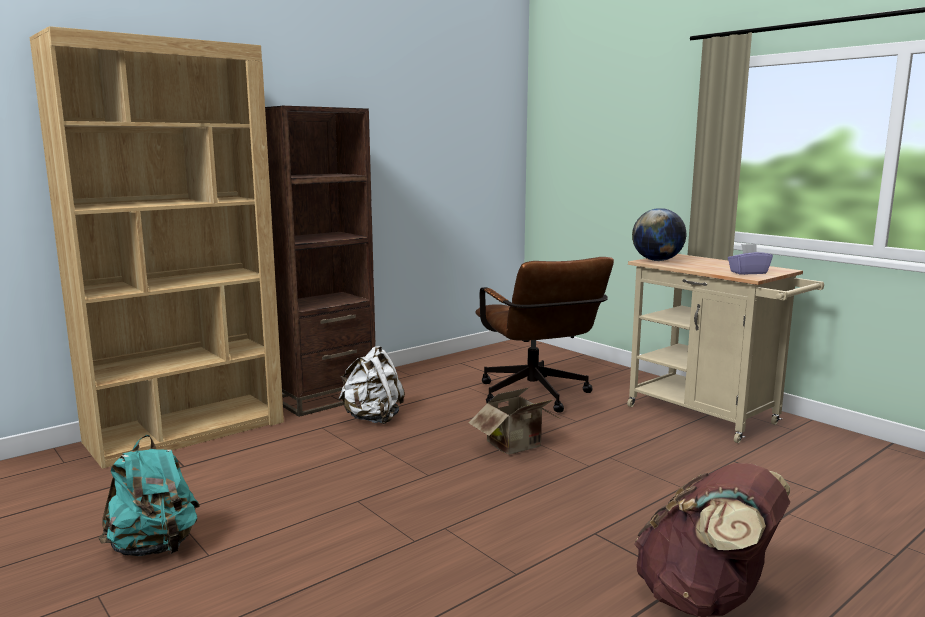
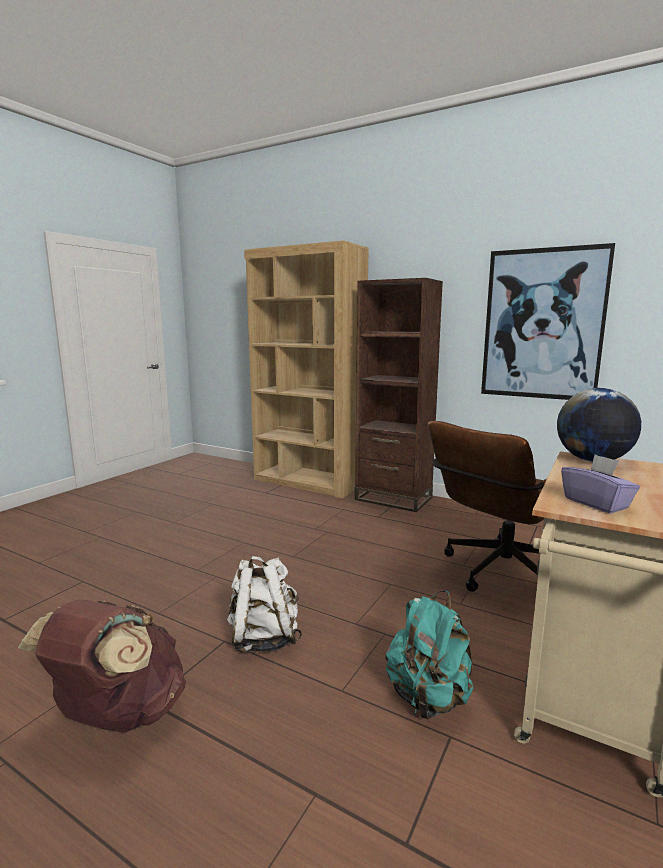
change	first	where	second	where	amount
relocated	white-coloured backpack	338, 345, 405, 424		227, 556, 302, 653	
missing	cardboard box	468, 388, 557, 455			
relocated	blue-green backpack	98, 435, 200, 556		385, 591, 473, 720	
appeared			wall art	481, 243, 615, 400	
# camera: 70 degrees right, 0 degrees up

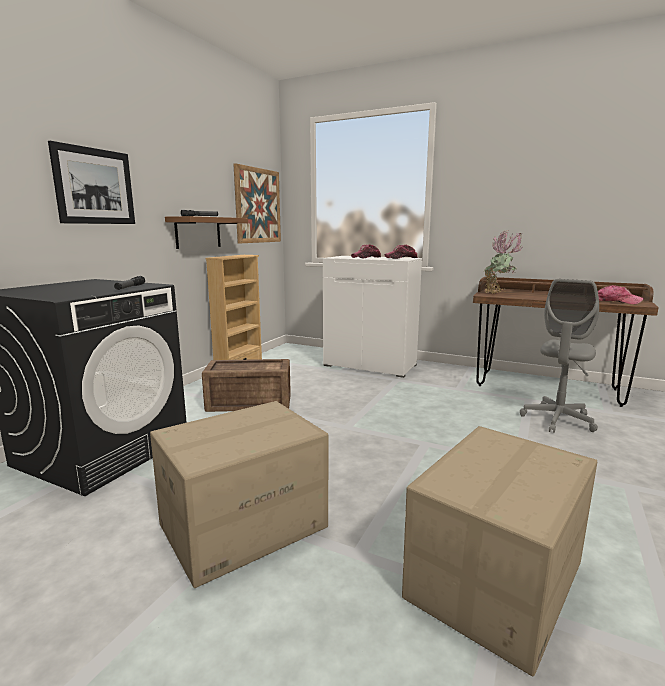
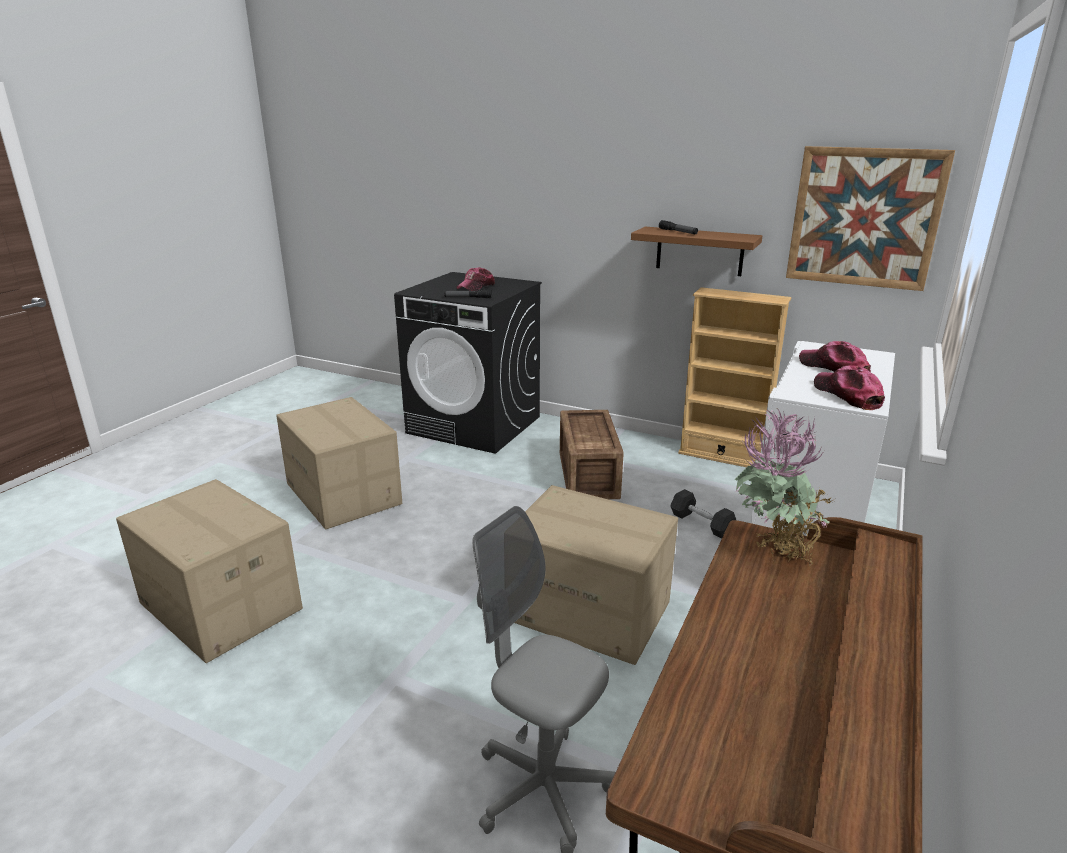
change	first	where	second	where	amount
missing	wall art	48, 141, 135, 224			
relocated	baseball cap	598, 285, 644, 304		456, 267, 495, 291	
appeared			cardboard box	515, 485, 678, 665	
appeared			black-coloured free weight	670, 489, 736, 539	
# camera: 90 degrees right, 10 degrees up

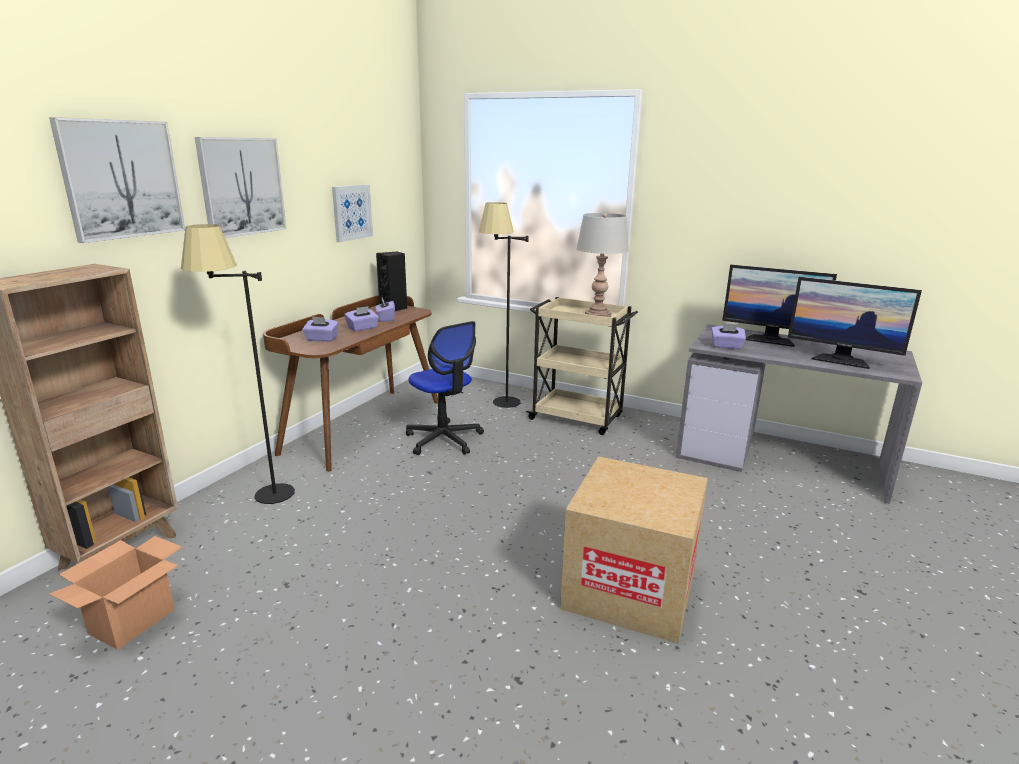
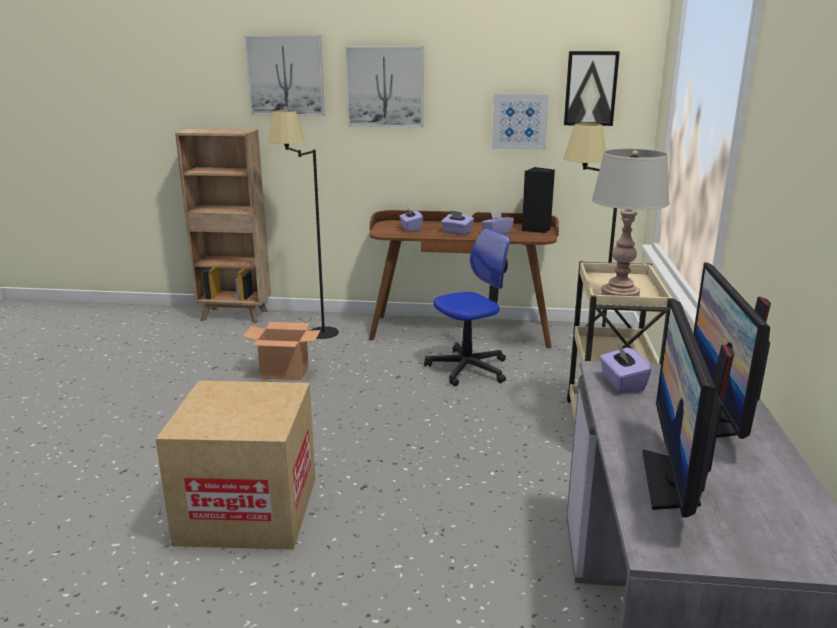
change	first	where	second	where	amount
spun	computer chair	406, 321, 484, 455		424, 229, 510, 386	150 degrees counterclockwise
relocated	cardboard box	49, 536, 182, 650		242, 322, 321, 380	
appeared			wall art	564, 51, 620, 126	
# camera: 70 degrees right, 0 degrees up

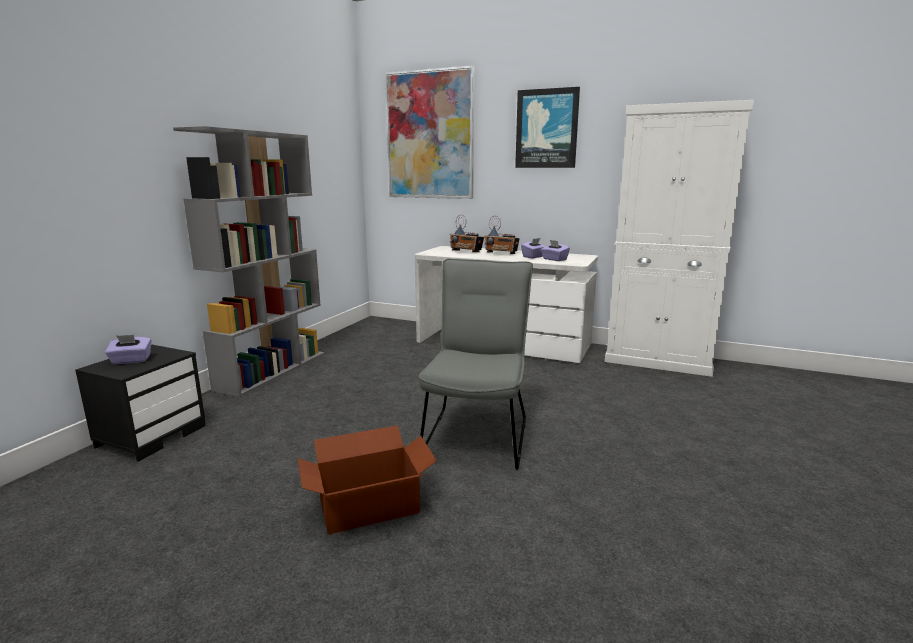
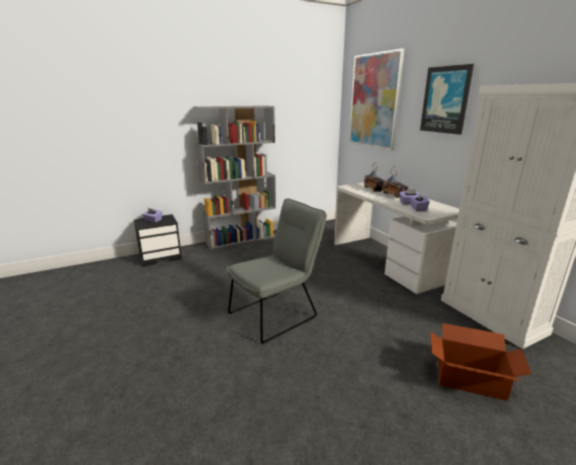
change	first	where	second	where	amount
relocated	cardboard box	297, 425, 437, 534		431, 323, 532, 401	
# camera: 40 degrees right, 5 degrees up

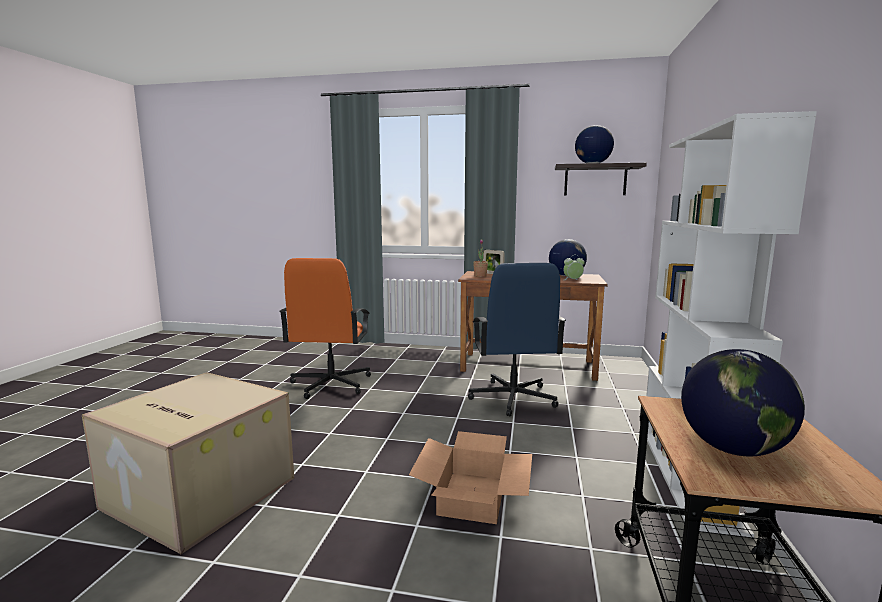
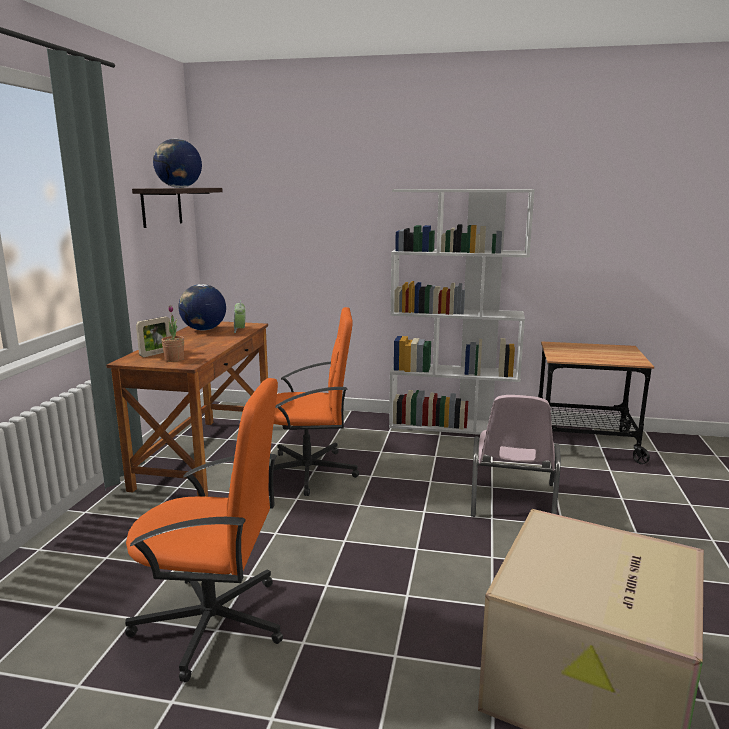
change	first	where	second	where	amount
colour	blue computer chair	468, 263, 566, 416	orange-coloured computer chair	269, 307, 359, 496	
missing	globe	681, 349, 805, 456			
exchanged	cardboard box	409, 431, 532, 524	pink chair	471, 395, 561, 517	
# camera: 90 degrees left, 5 degrees up

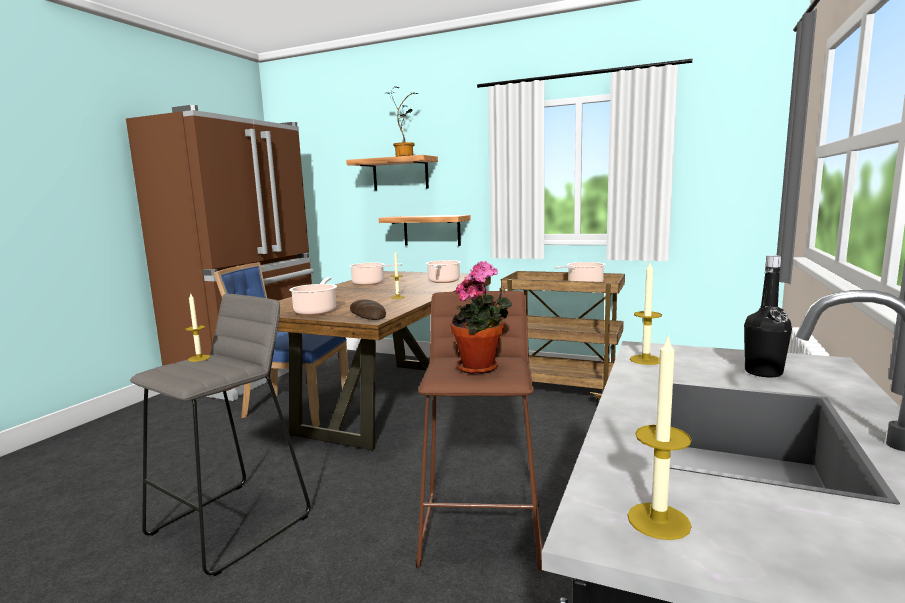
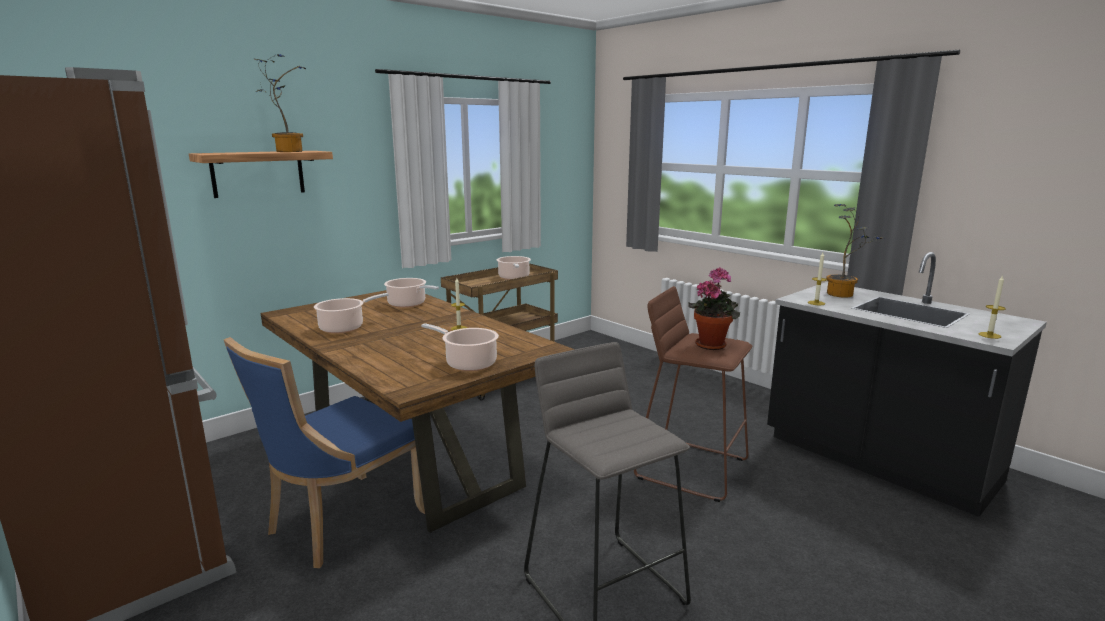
change	first	where	second	where	amount
missing	wall shelf	379, 215, 471, 246			
exchanged	black-coloured beverage bottle	744, 255, 792, 378	potted plant	826, 204, 885, 298	
missing	wax light	185, 294, 211, 362			
missing	bread	350, 299, 386, 320			
# camera: 65 degrees left, 5 degrees up

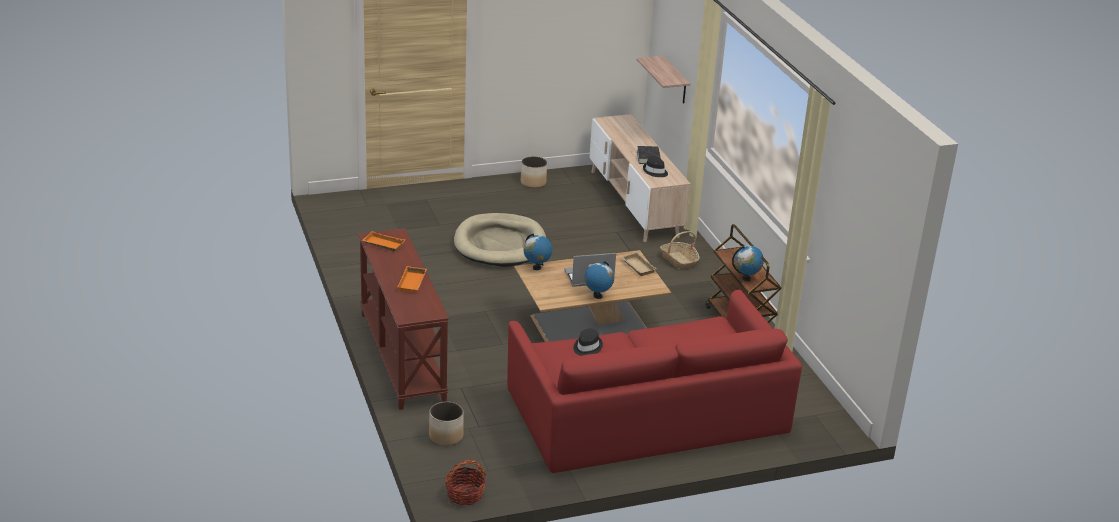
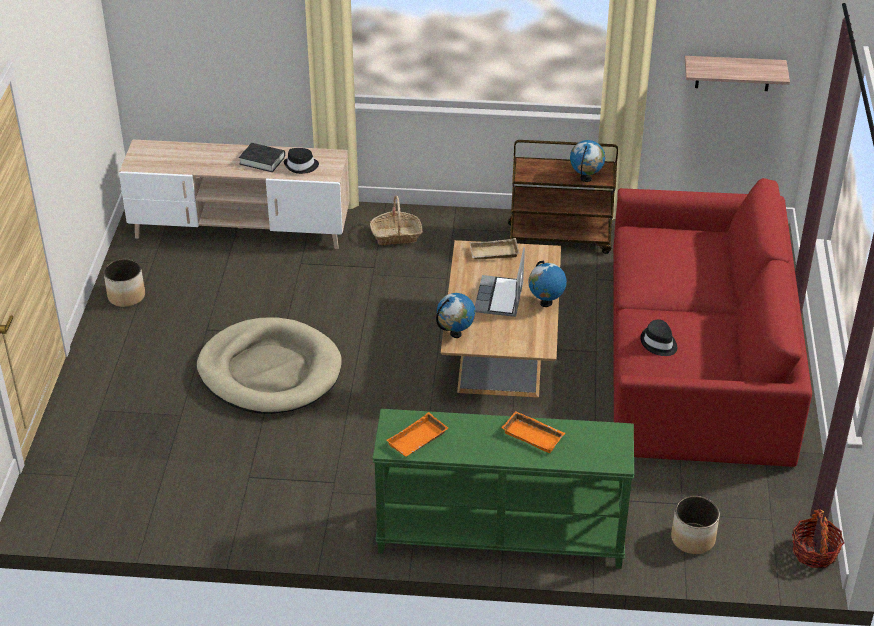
change	first	where	second	where	amount
relocated	wall shelf	637, 56, 690, 104		685, 56, 790, 91	
colour	brownish narrow table	359, 228, 449, 410	greenish narrow table	373, 409, 634, 569	
# camera: 65 degrees left, 10 degrees up

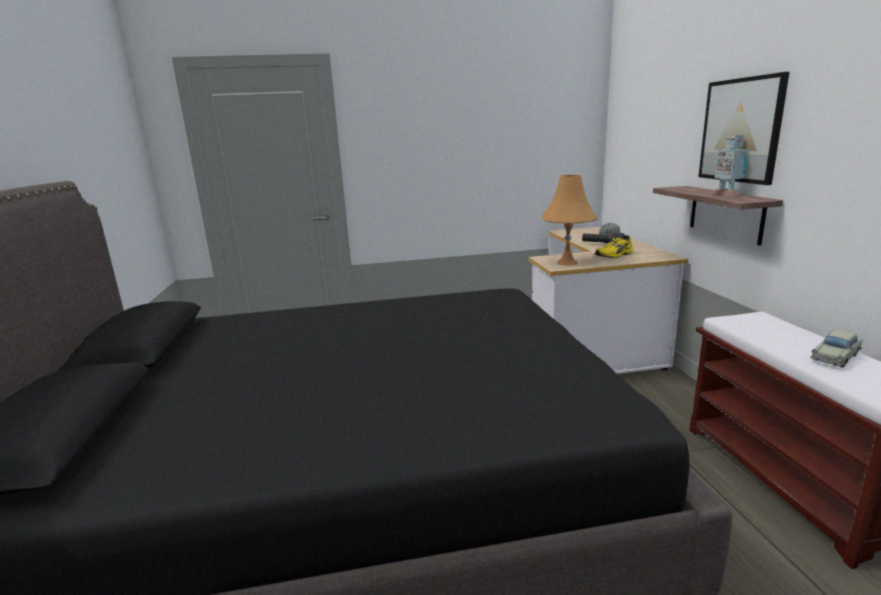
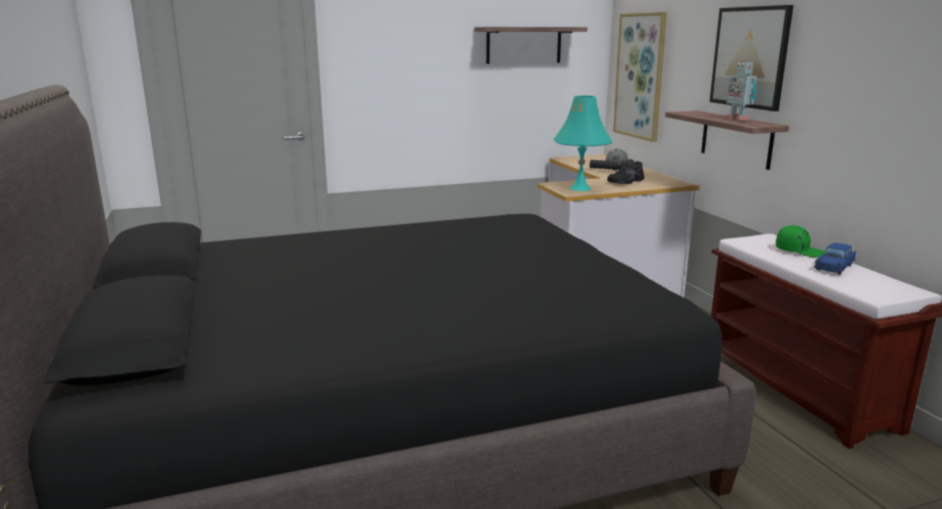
change	first	where	second	where	amount
colour	orange-coloured lamp for a table	542, 175, 598, 265	blue-green lamp for a table	554, 96, 613, 191	
colour	yellow shoe	595, 235, 633, 258	black-coloured shoe	607, 161, 645, 184	
colour	sand-coloured toy car	810, 329, 863, 368	blue toy car	814, 243, 856, 275	
appeared			wall art	613, 12, 667, 142	
appeared			wall shelf	474, 27, 587, 64	
appeared			greenish baseball cap	776, 225, 825, 257	
# camera: 10 degrees left, 0 degrees up

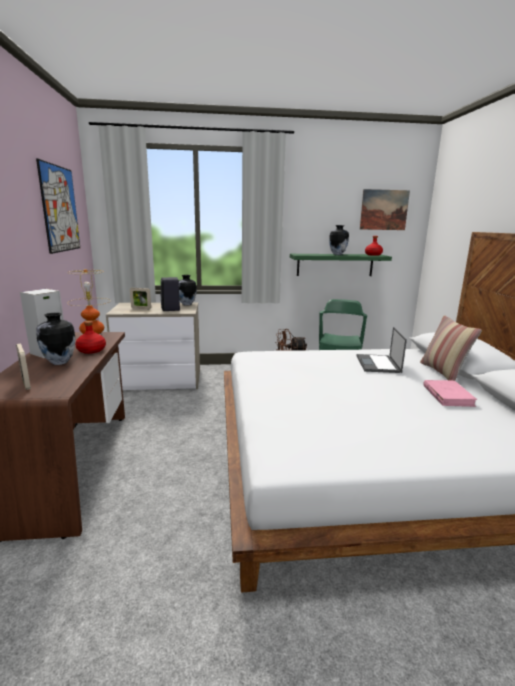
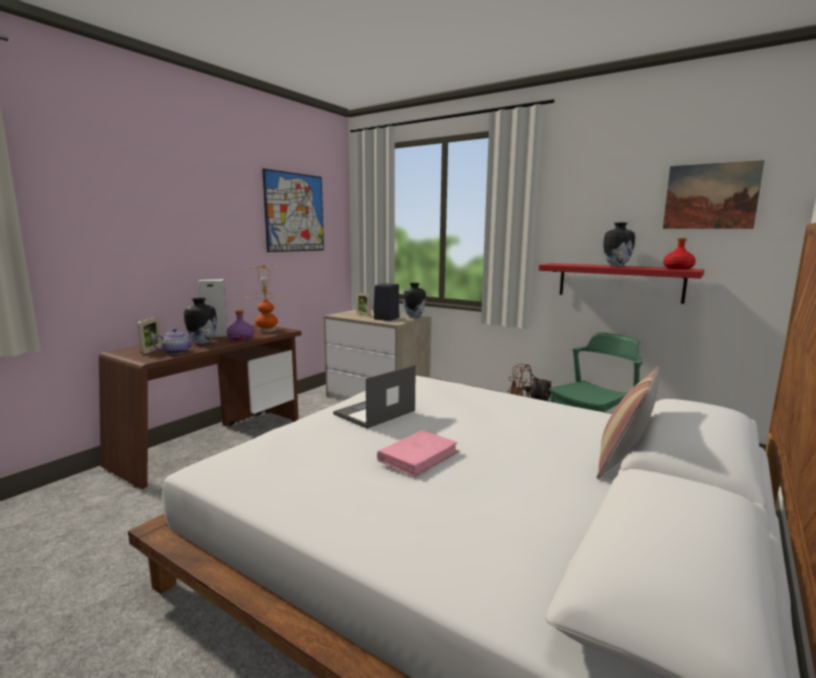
change	first	where	second	where	amount
colour	greenish wall shelf	290, 254, 392, 276	red wall shelf	539, 263, 704, 304	
colour	red beverage bottle	75, 321, 106, 354	purplish beverage bottle	227, 310, 255, 341	
relocated	laptop	357, 327, 407, 373		333, 365, 416, 429	
relocated	pink book	423, 380, 477, 407		377, 430, 459, 477	
appeared			tea pot	153, 329, 196, 354	
# camera: 40 degrees right, 5 degrees down

